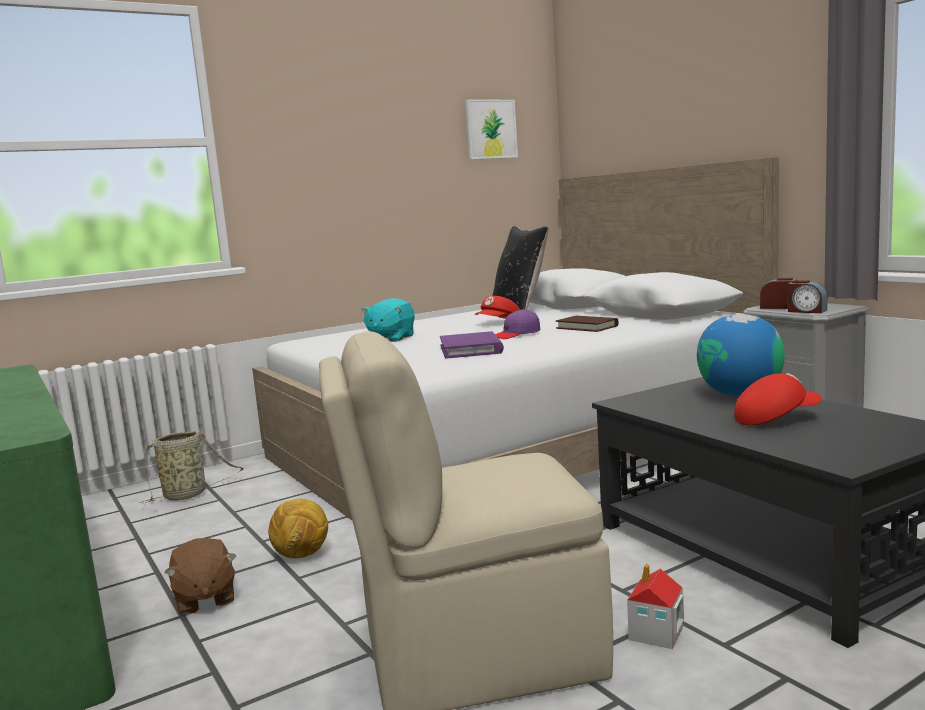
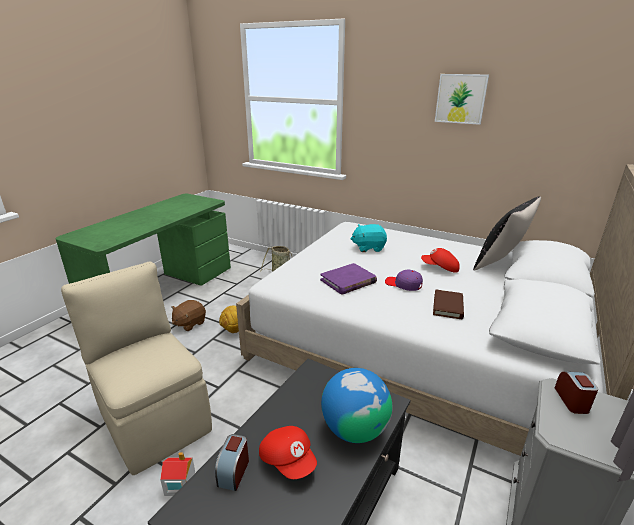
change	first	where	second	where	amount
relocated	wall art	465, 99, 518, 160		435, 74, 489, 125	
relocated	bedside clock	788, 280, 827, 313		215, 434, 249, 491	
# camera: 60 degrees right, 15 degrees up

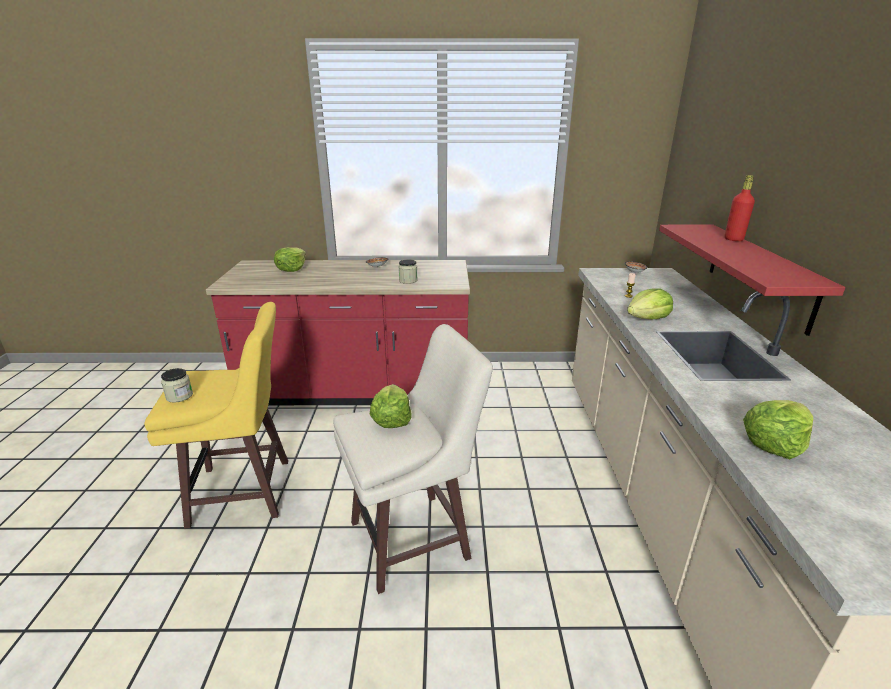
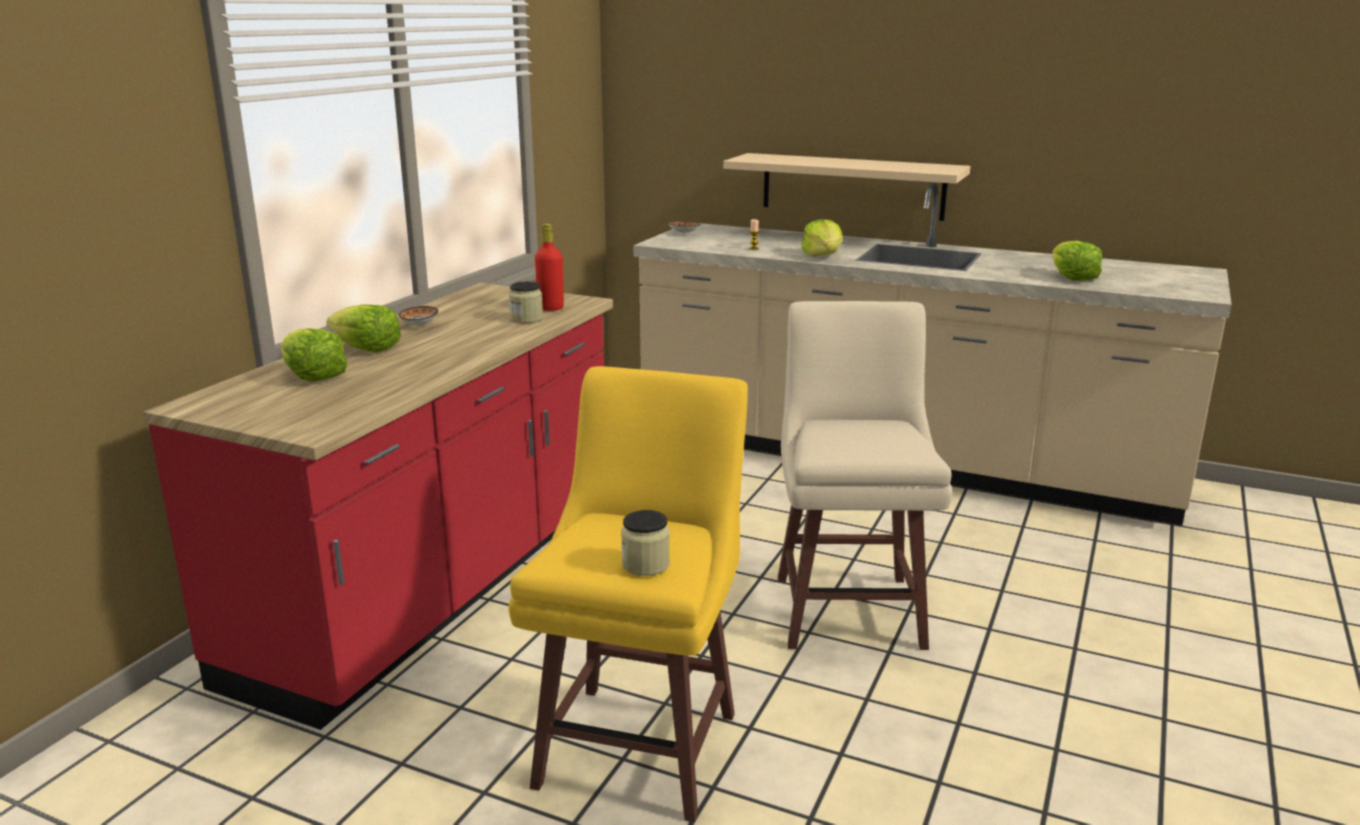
change	first	where	second	where	amount
relocated	red beverage bottle	724, 175, 755, 241		535, 223, 564, 311	
colour	red wall shelf	659, 225, 845, 336	sand-coloured wall shelf	723, 153, 971, 221	
relocated	lettuce head	370, 384, 411, 428		326, 305, 401, 352	
# camera: 65 degrees left, 5 degrees down

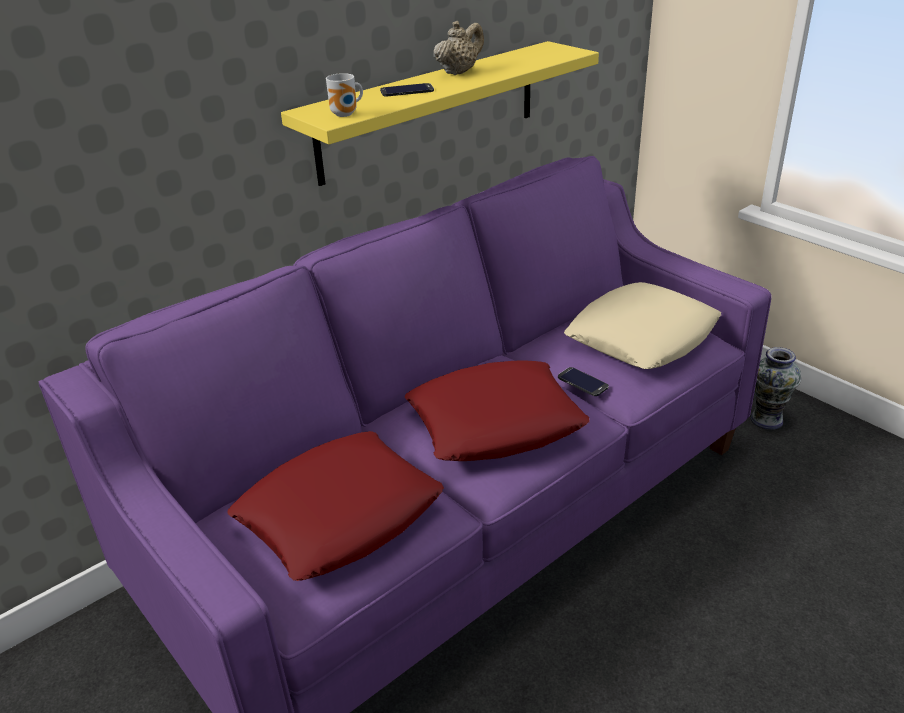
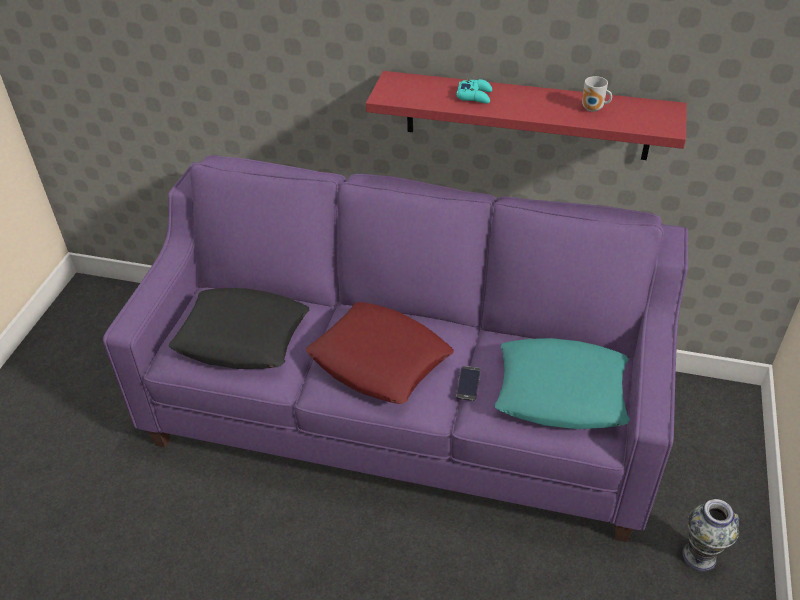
change	first	where	second	where	amount
missing	sand-coloured tea pot	433, 21, 484, 75			
colour	yellow wall shelf	281, 41, 599, 186	red wall shelf	366, 71, 687, 160	
relocated	coffee mug	326, 73, 363, 117		582, 76, 612, 112	
exchanged	phone	380, 83, 434, 96	blue-green joypad	456, 79, 492, 104	
colour	sand-coloured cushion	564, 282, 721, 369	blue-green cushion	495, 338, 630, 429	
colour	red cushion	227, 431, 444, 581	black-coloured cushion	169, 288, 309, 369	
# camera: 55 degrees right, 10 degrees up

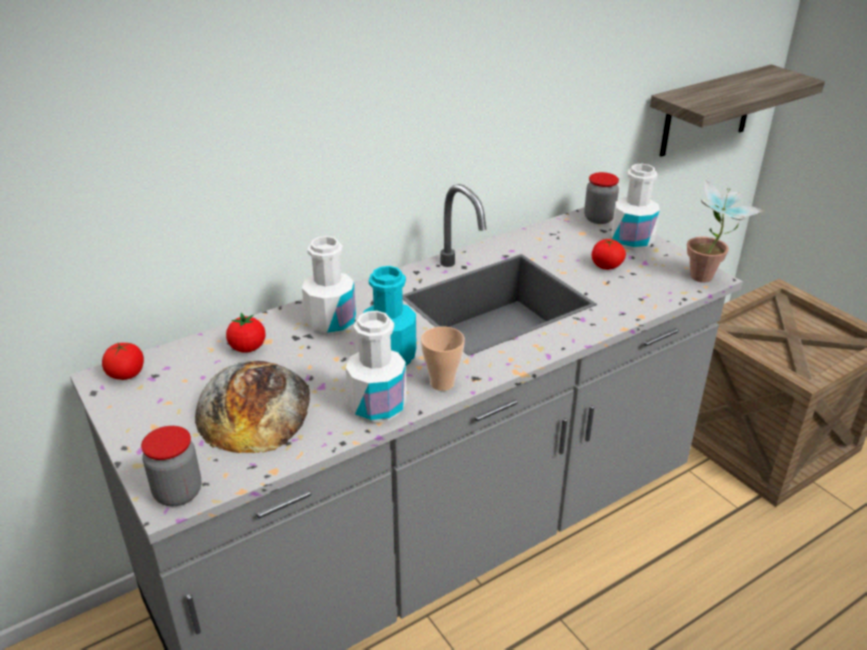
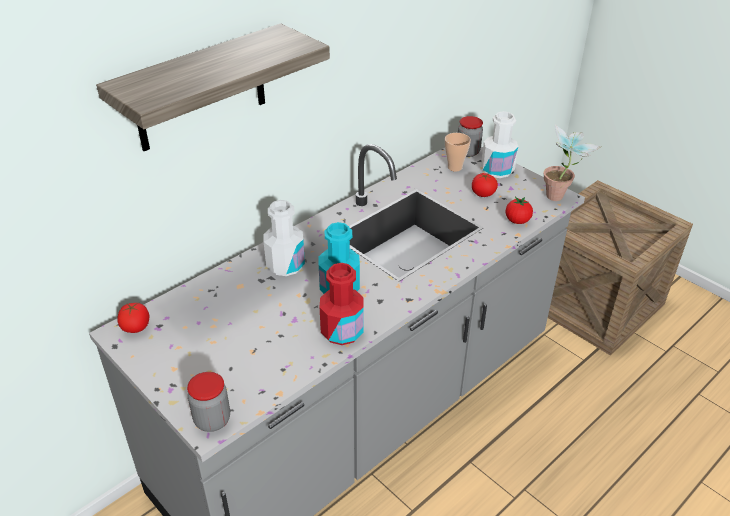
change	first	where	second	where	amount
relocated	wall shelf	650, 64, 825, 157		96, 23, 330, 151	
colour	white-coloured beverage bottle	345, 311, 407, 423	red beverage bottle	320, 263, 364, 345	
relocated	whole tomato	226, 313, 266, 353		506, 197, 533, 224	
relocated	cup	421, 327, 465, 391		445, 133, 471, 172	
missing	bread	195, 361, 310, 453			
# camera: 10 degrees left, 5 degrees up

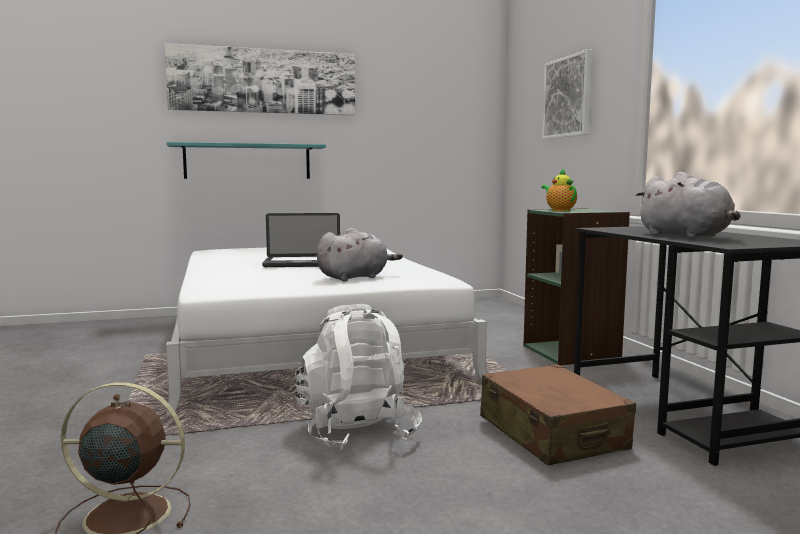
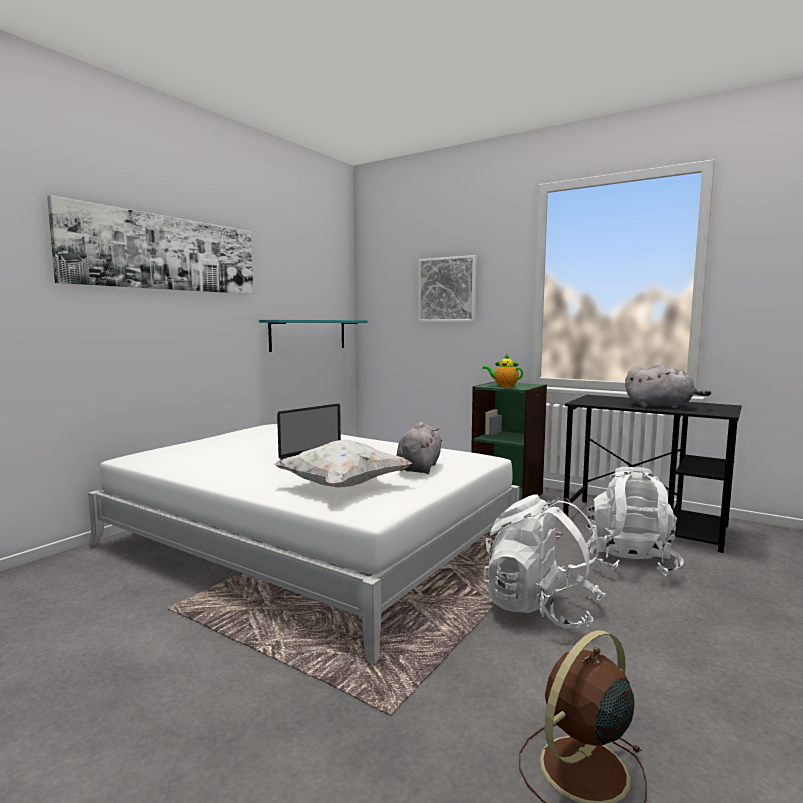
change	first	where	second	where	amount
relocated	blue-green wall shelf	167, 142, 326, 179		259, 320, 368, 352	
exchanged	brownish piece of luggage	480, 364, 636, 465	white-coloured backpack	586, 467, 684, 576	
appeared			white-coloured cushion	273, 440, 412, 487	
# camera: 40 degrees left, 0 degrees up

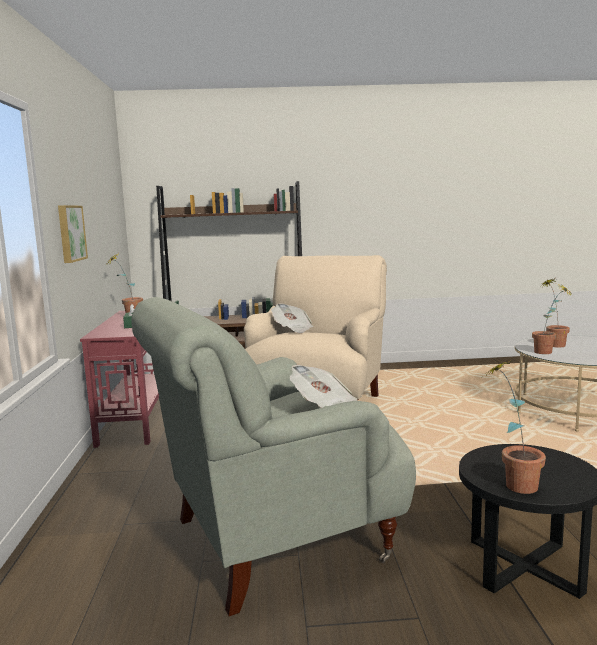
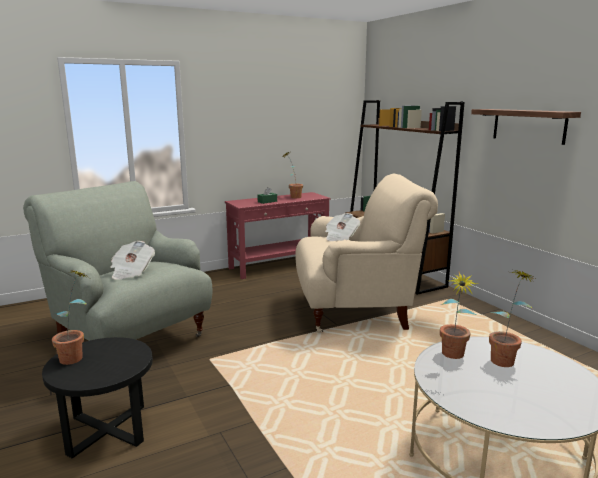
change	first	where	second	where	amount
missing	wall art	58, 205, 88, 263			
appeared			wall shelf	471, 109, 581, 145	
# camera: 65 degrees right, 5 degrees up

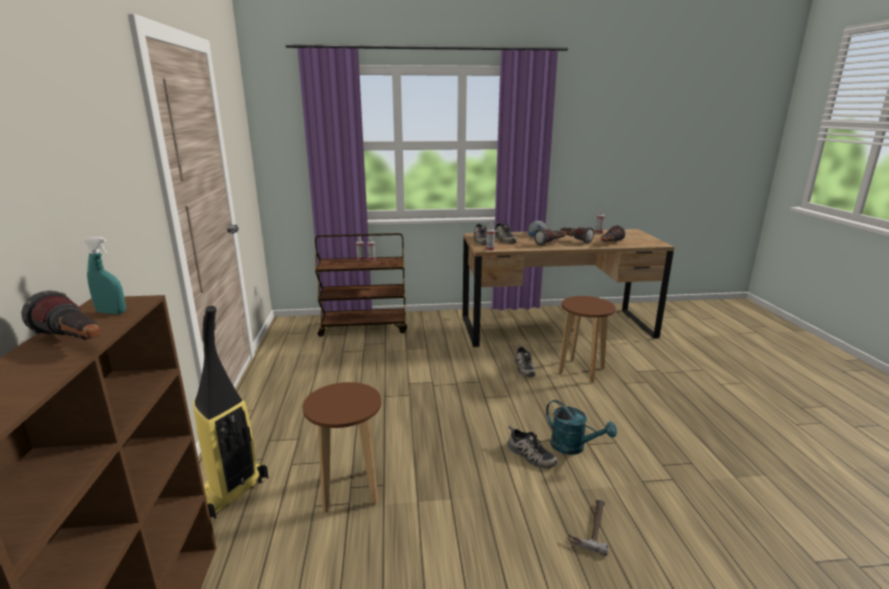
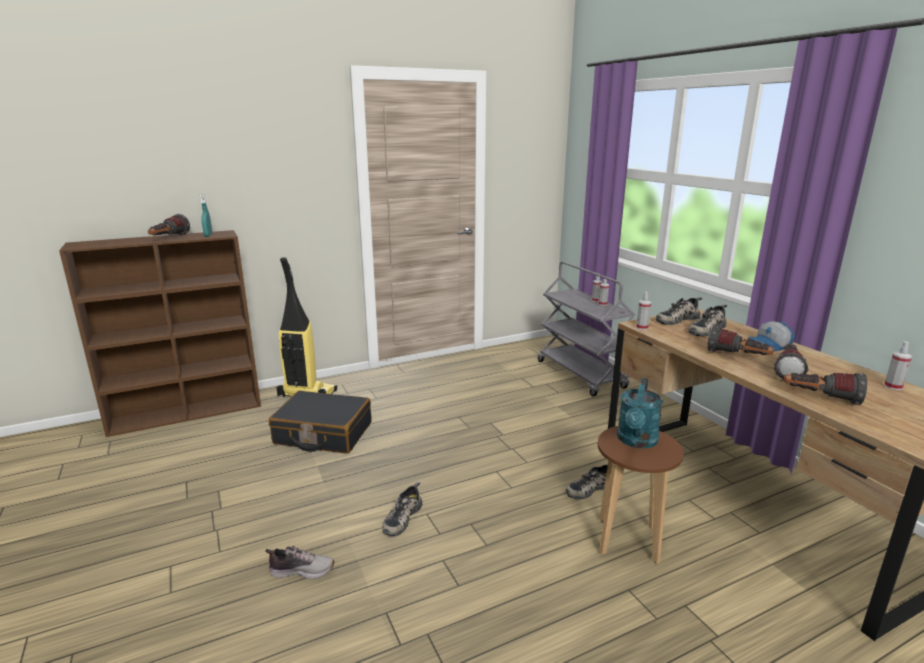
change	first	where	second	where	amount
colour	brownish wheeled cart	315, 233, 407, 337	gray wheeled cart	538, 262, 635, 396	
exchanged	brownish stool	303, 382, 381, 513	black-coloured piece of luggage	269, 391, 371, 454	
relocated	blue-green watering can	546, 400, 617, 455		617, 378, 663, 448	
exchanged	hammer	566, 500, 609, 556	shoe	265, 546, 334, 579	
# camera: 70 degrees right, 0 degrees up

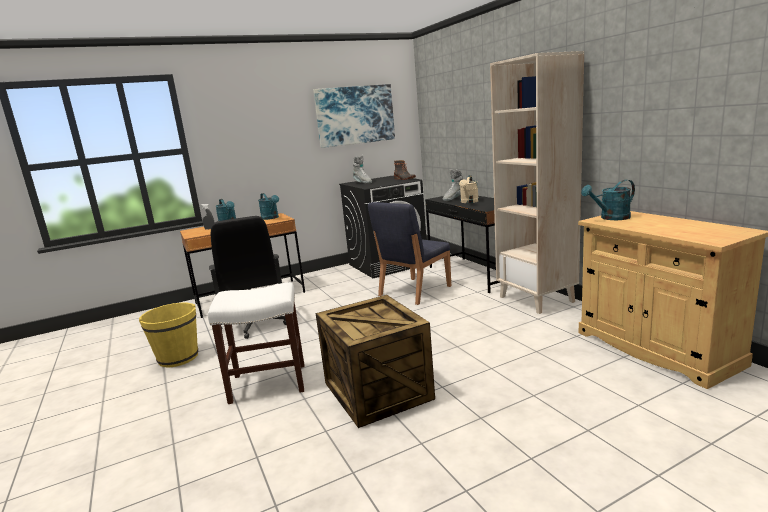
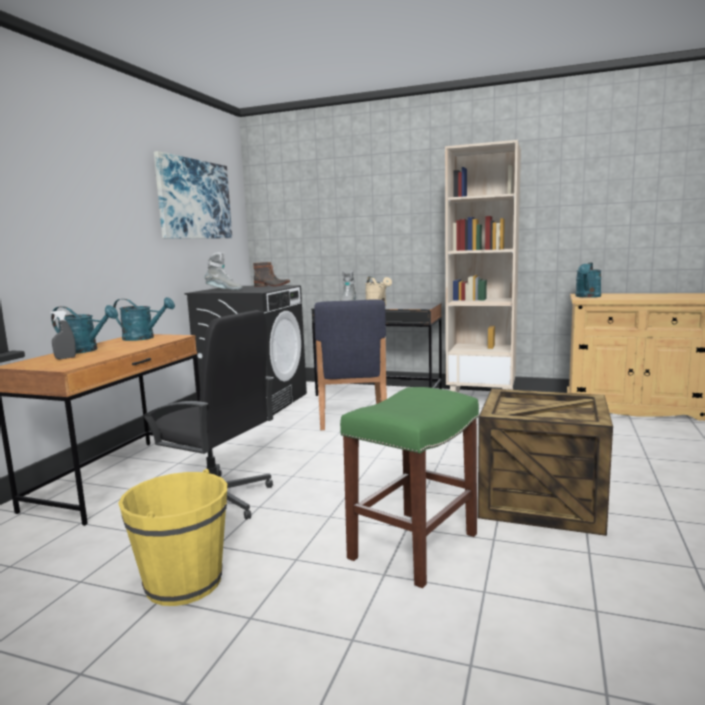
change	first	where	second	where	amount
colour	white-coloured stool	208, 282, 304, 404	greenish stool	340, 387, 479, 588	
# camera: 45 degrees left, 5 degrees down

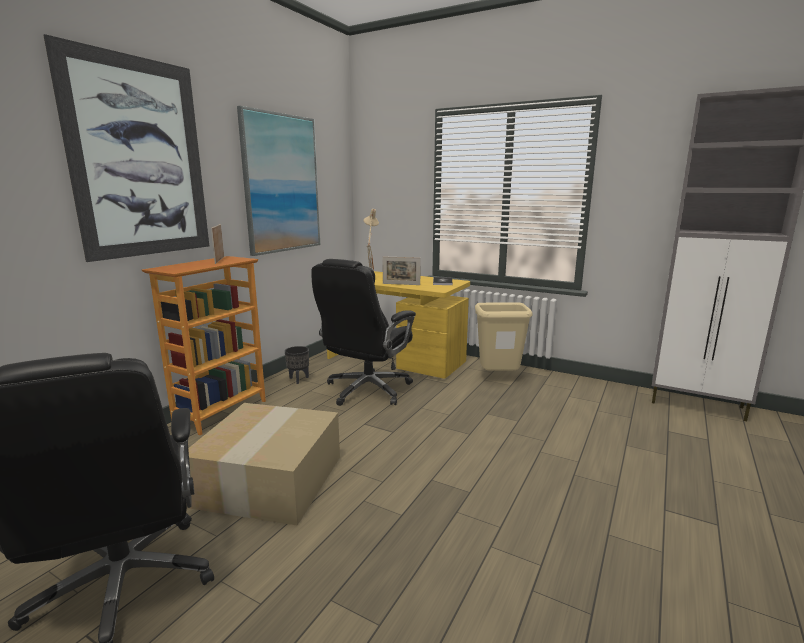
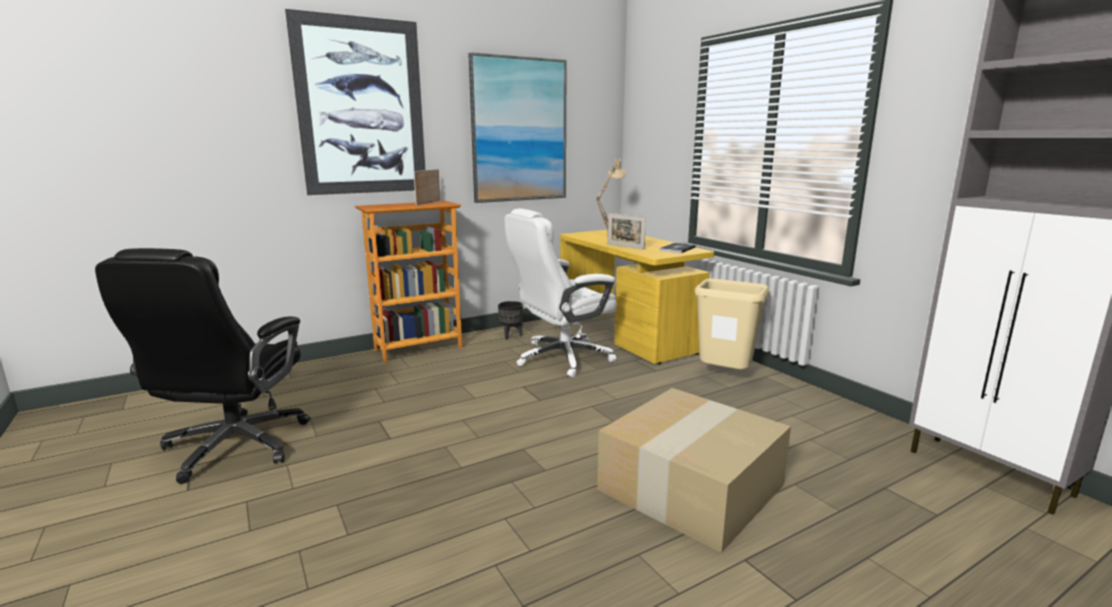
change	first	where	second	where	amount
colour	black-coloured computer chair	311, 259, 416, 406	white-coloured computer chair	505, 208, 617, 378	
relocated	cardboard box	186, 403, 340, 525		597, 388, 791, 553	
# camera: 30 degrees right, 0 degrees up

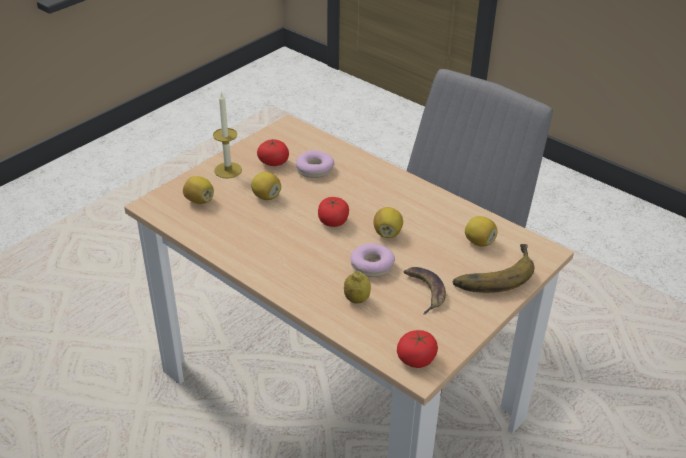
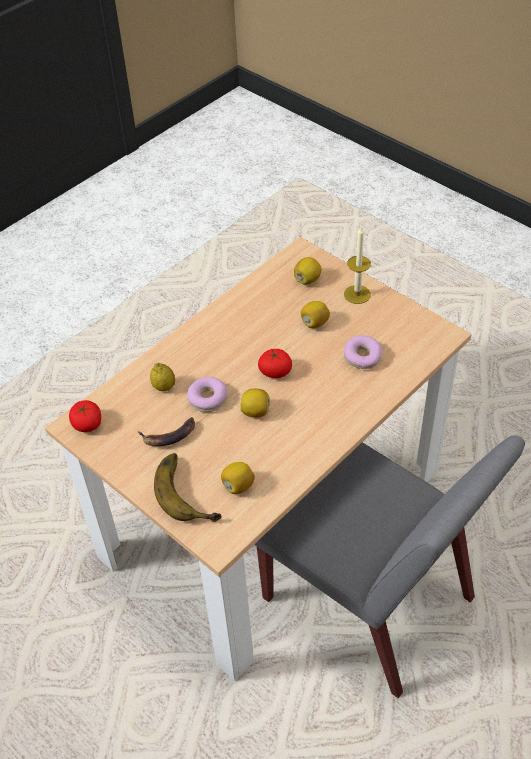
change	first	where	second	where	amount
missing	whole tomato	257, 139, 289, 166			
# camera: 95 degrees right, 10 degrees up

